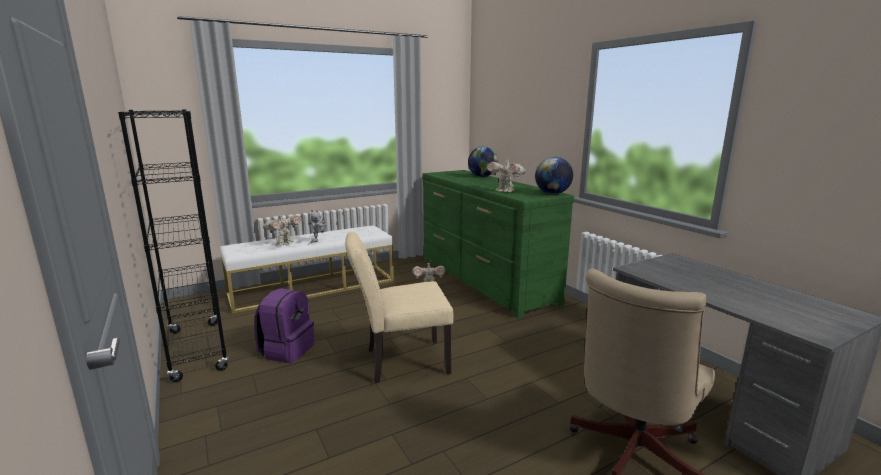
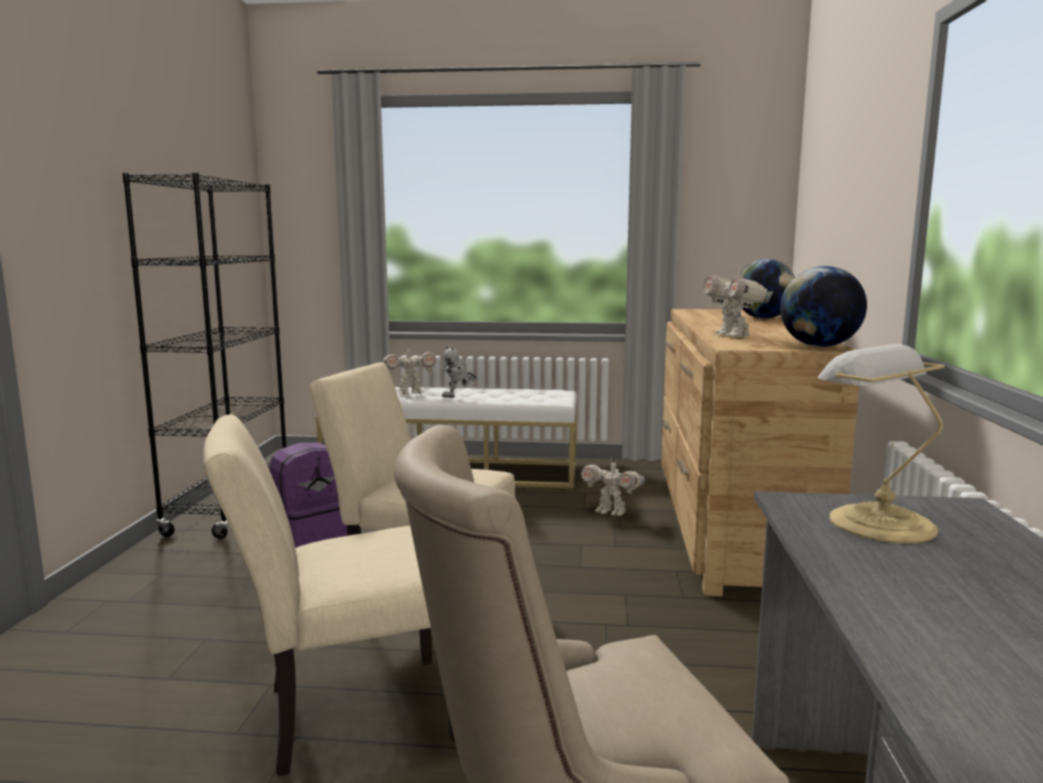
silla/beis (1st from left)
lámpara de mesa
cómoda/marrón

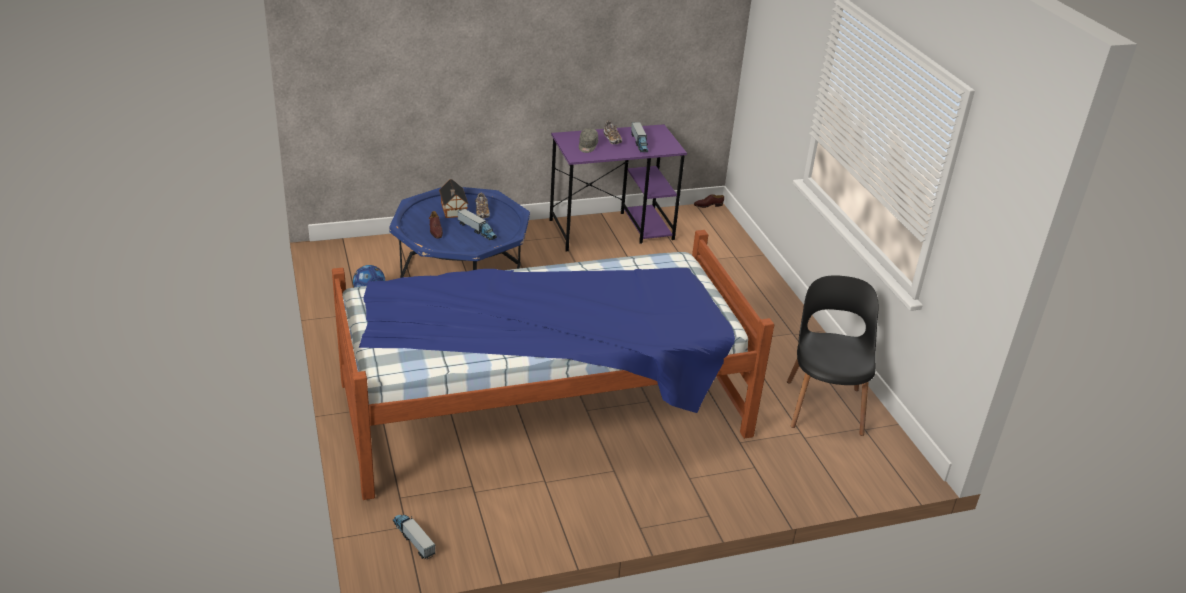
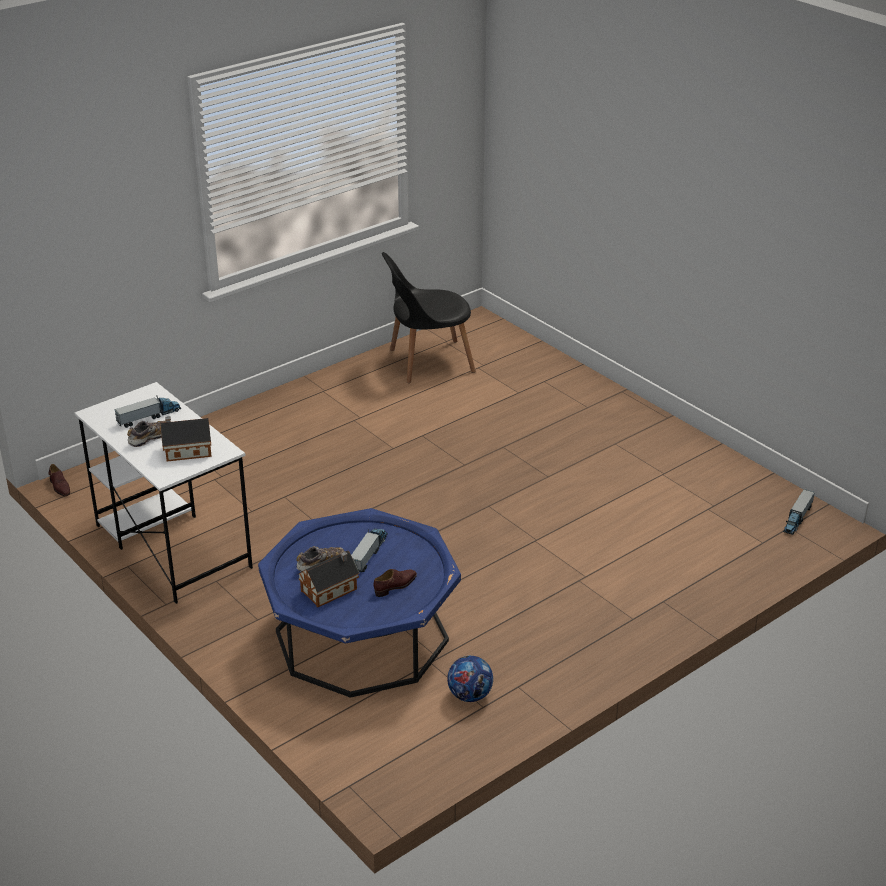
cama
casita (1st from left)
escritorio/blanco

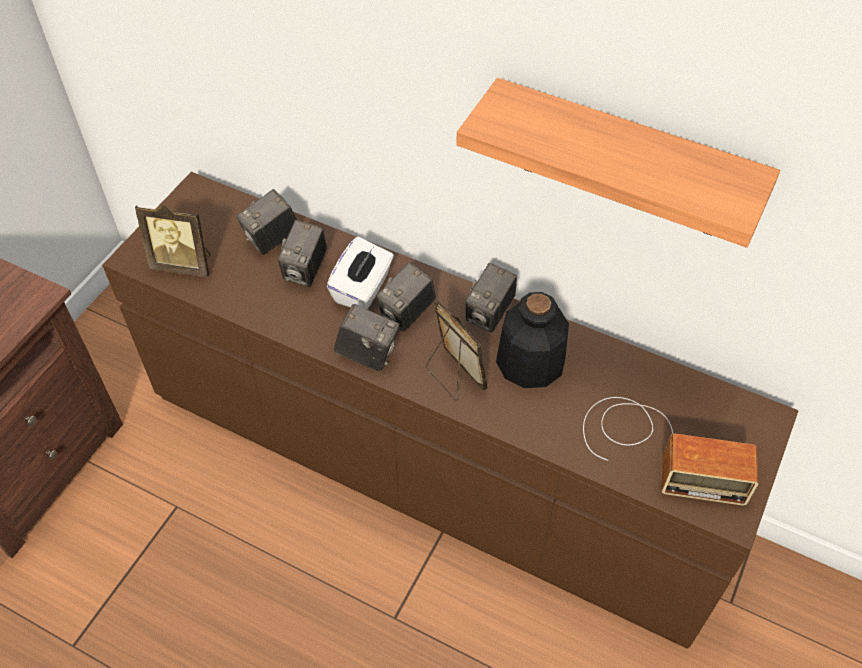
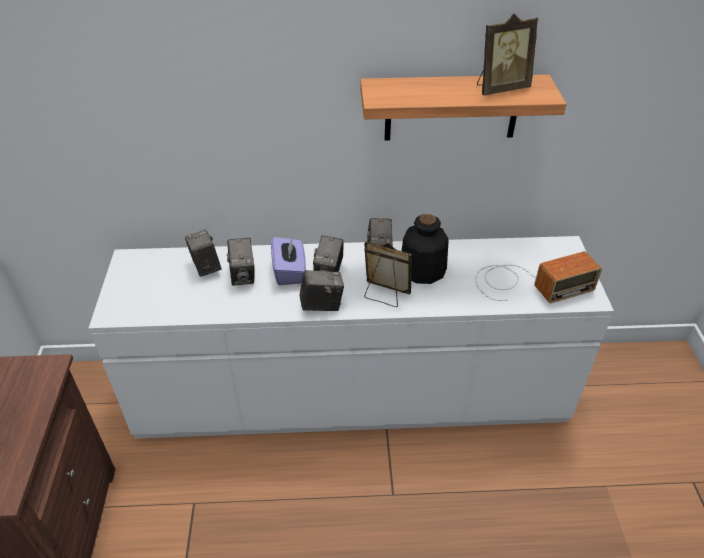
portarretratos (2nd from left)
cómoda/blanco
caja de pañuelos/morado
cámara (1st from left)

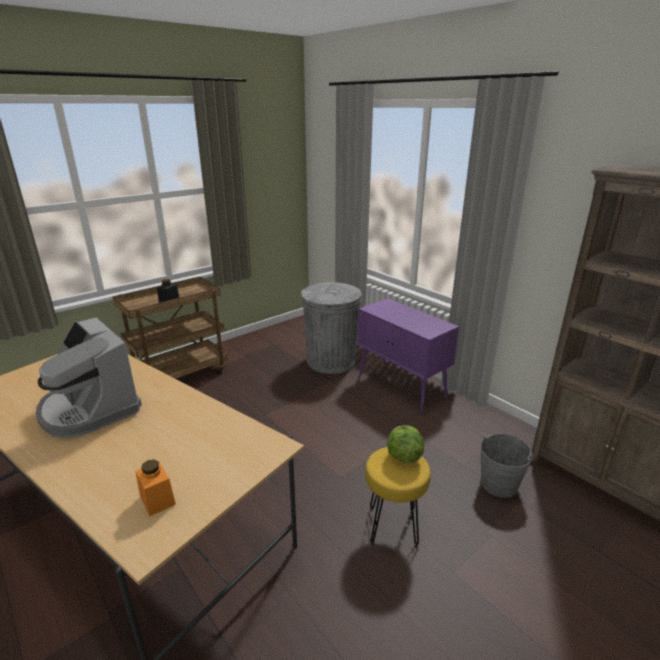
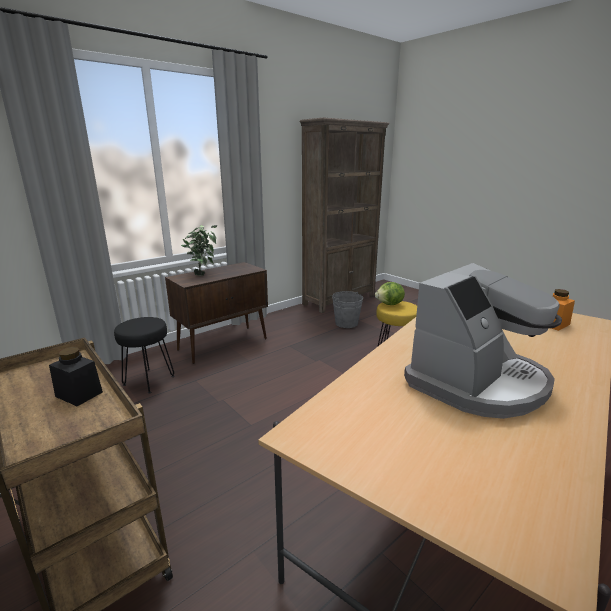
planta en maceta
taburete/negro
armario/marrón

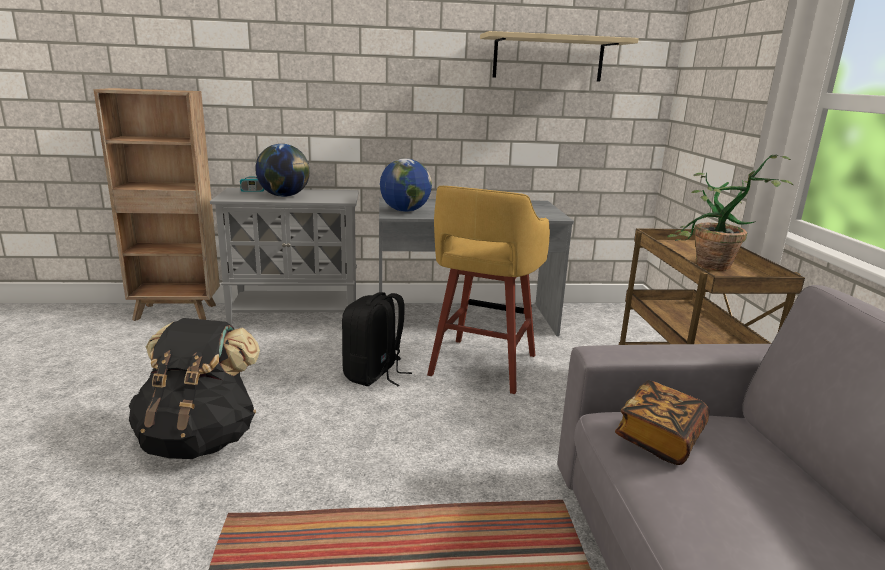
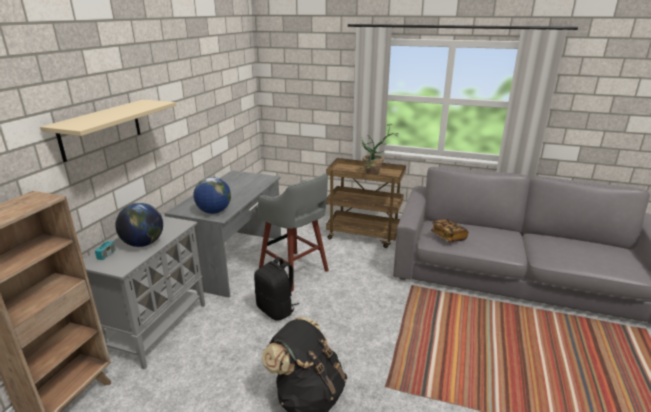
estante/beis
taburete/gris

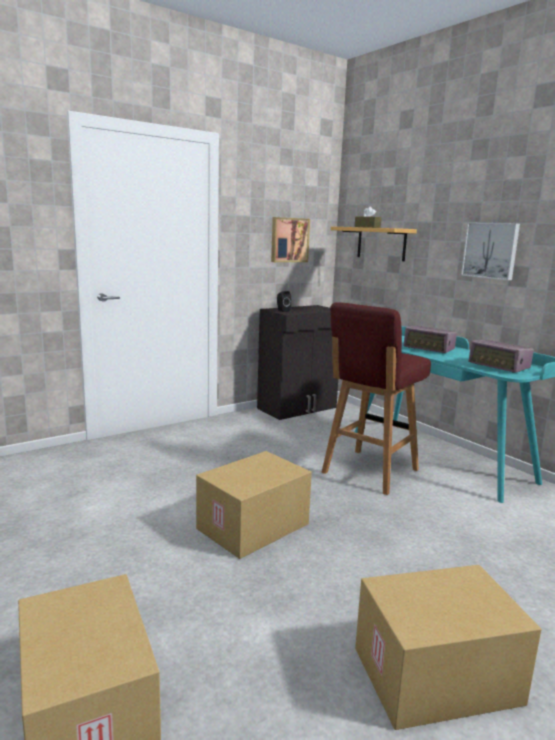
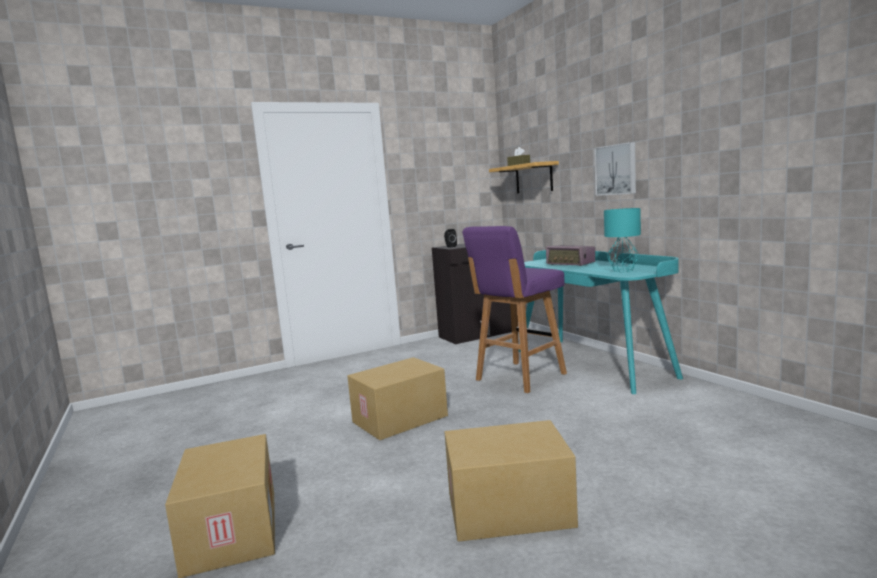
cuadro (1st from left in the first image)
lámpara de mesa/turquesa
taburete/morado

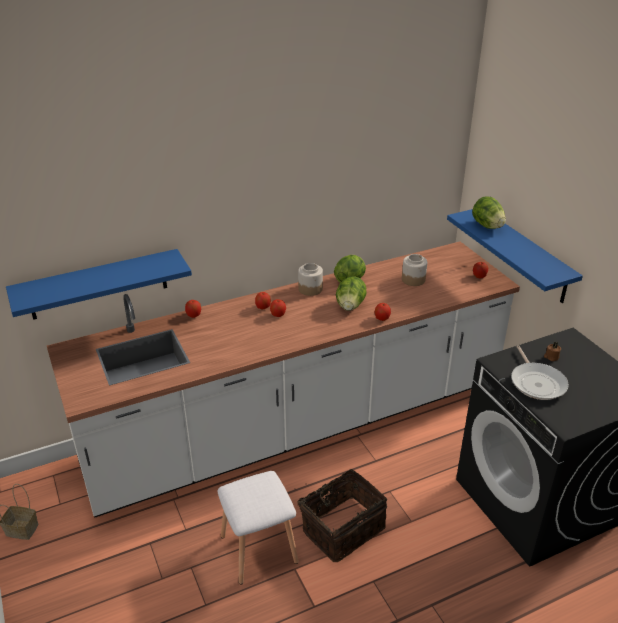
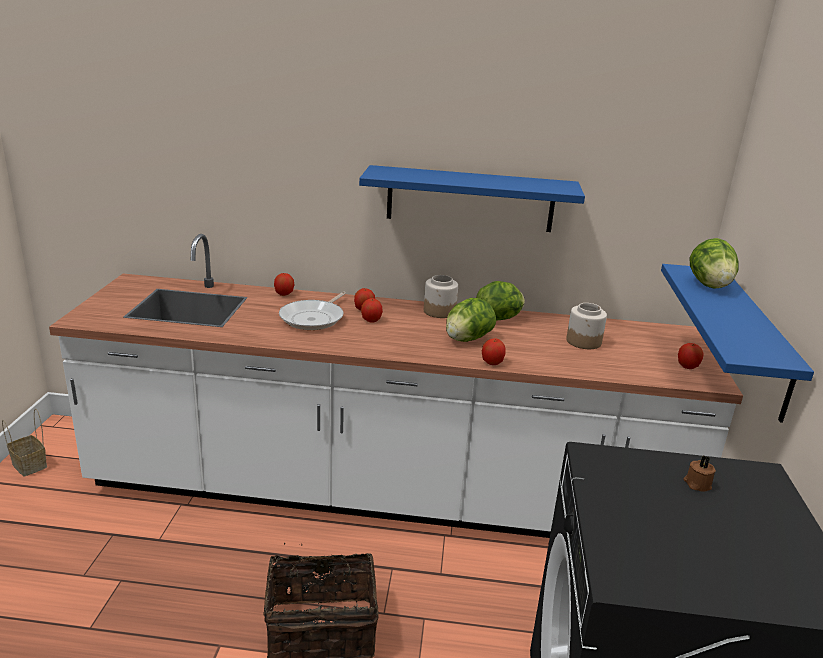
taburete/blanco
estante/azul (1st from left)
sartén

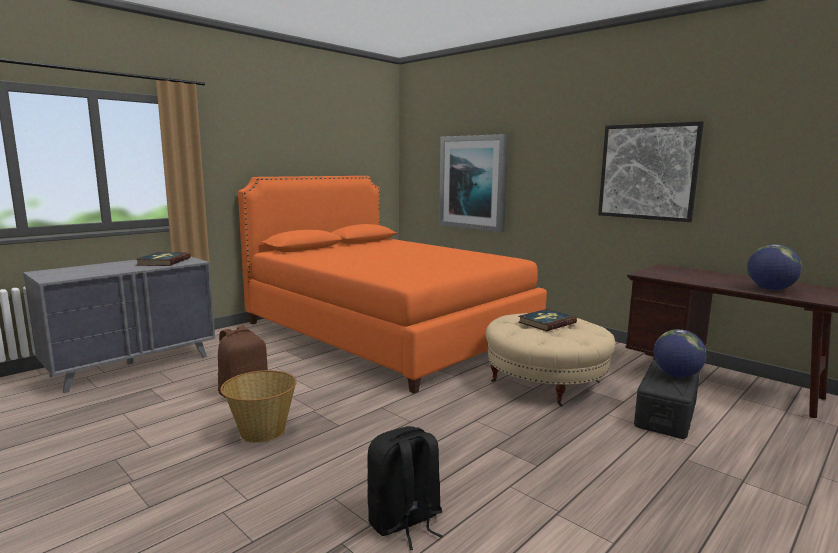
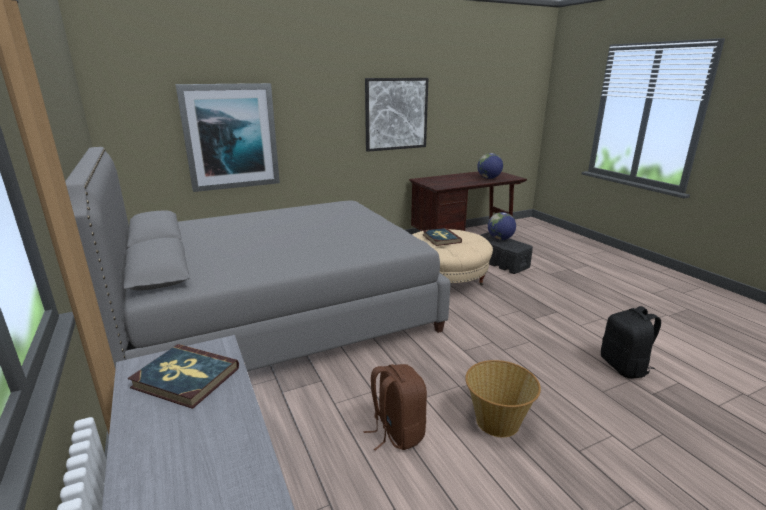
cama/gris

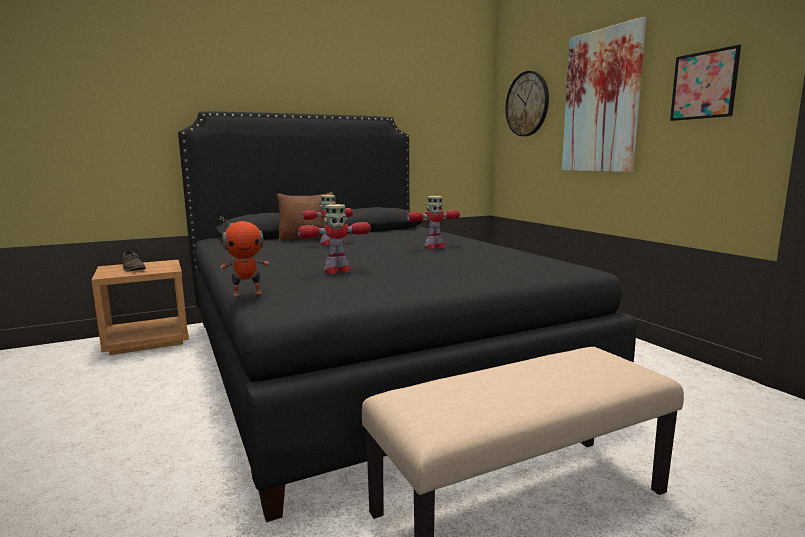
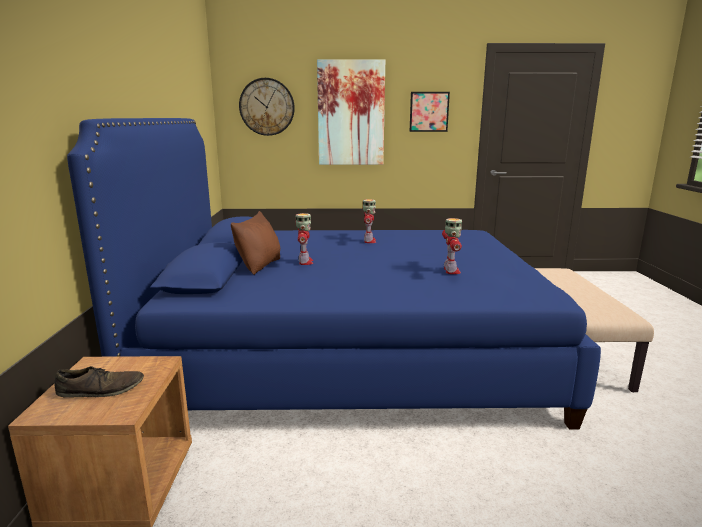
robot de juguete (1st from left in the first image)
cama/azul

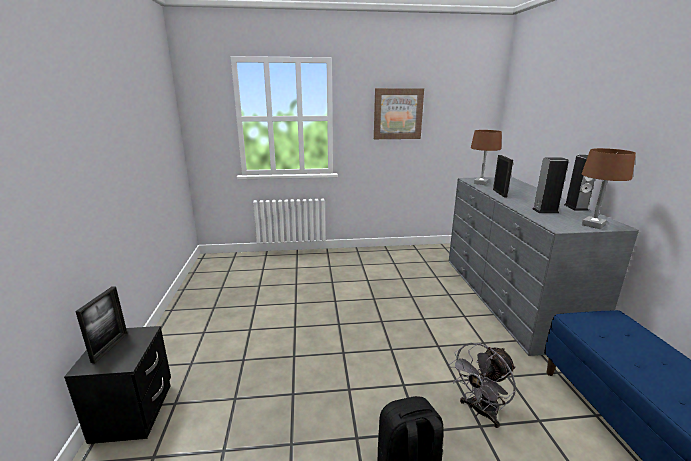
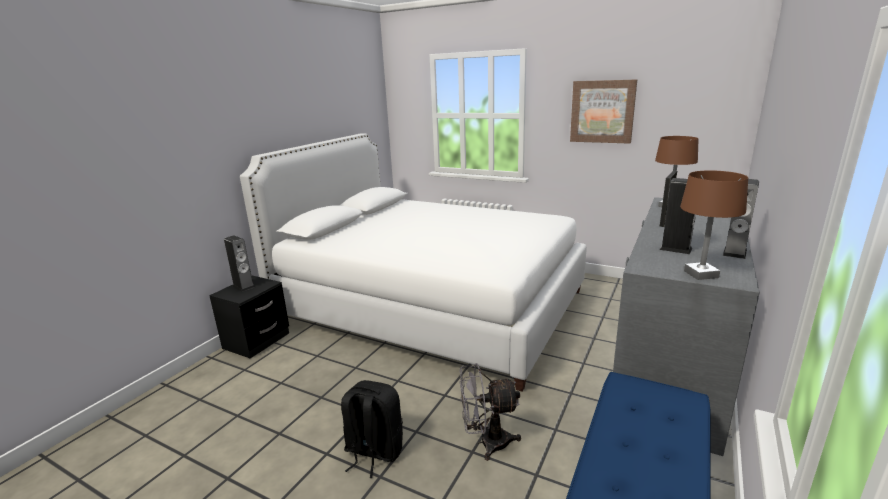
cama/blanco
altavoz (1st from left)

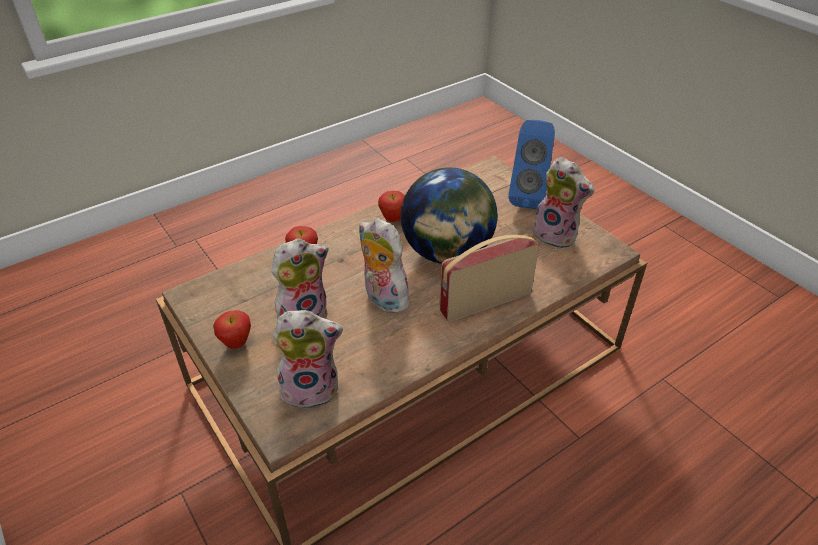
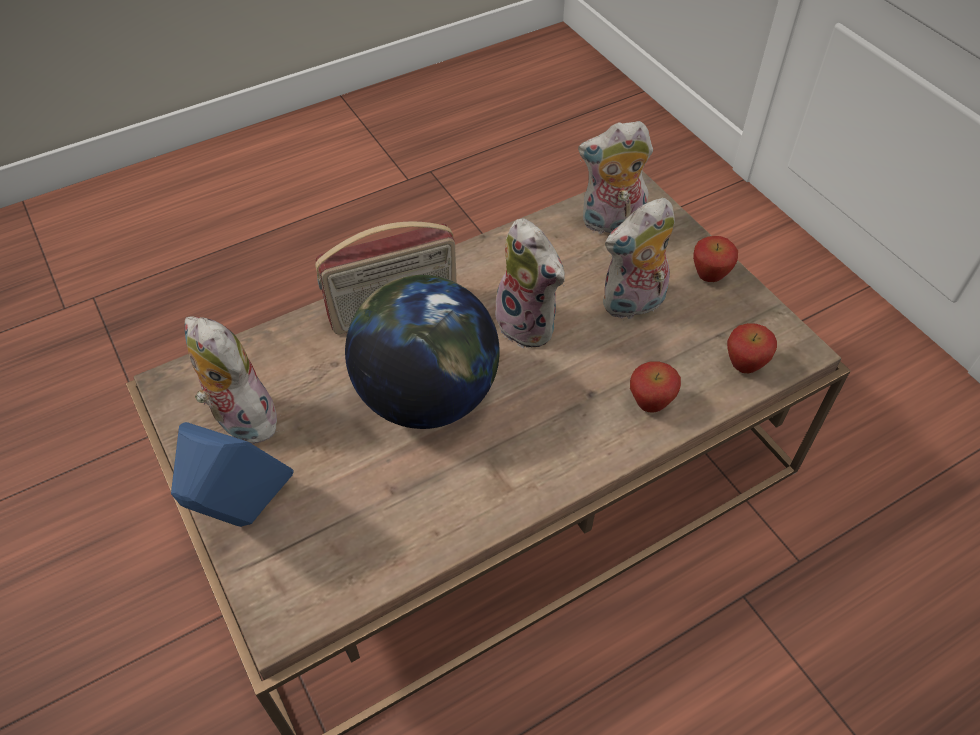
manzana (3rd from left)

